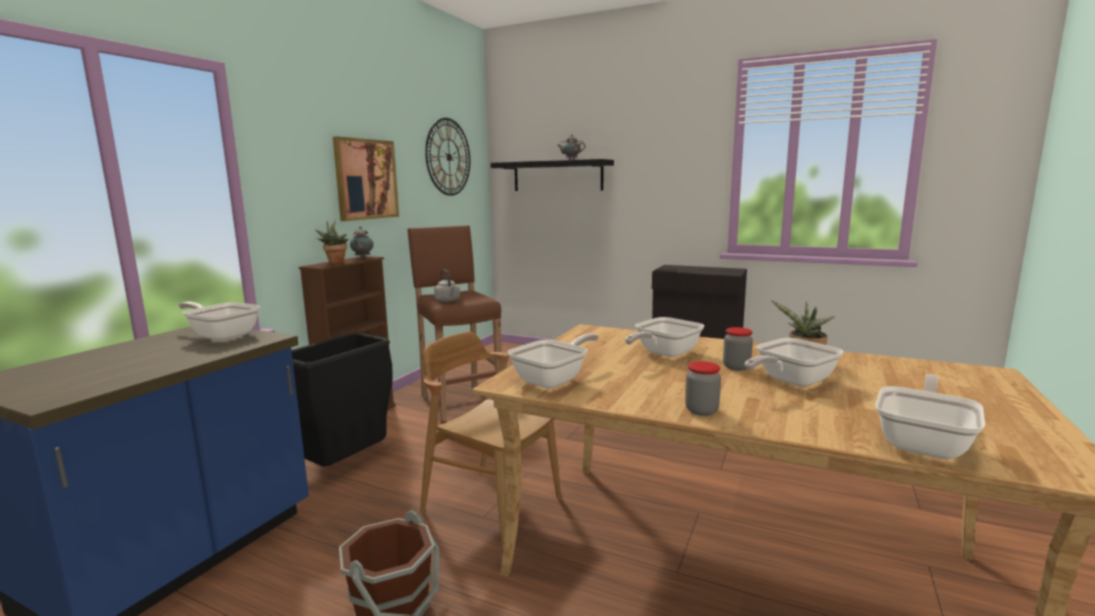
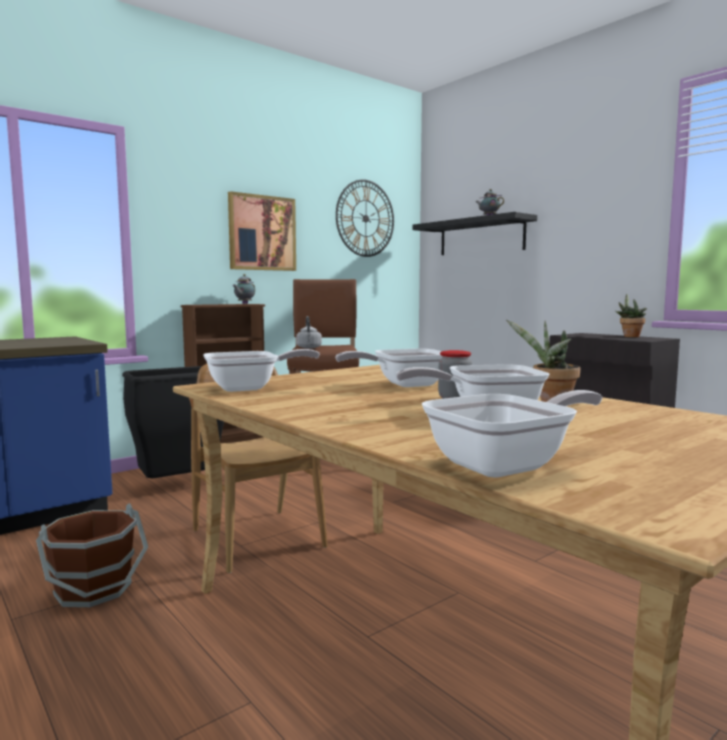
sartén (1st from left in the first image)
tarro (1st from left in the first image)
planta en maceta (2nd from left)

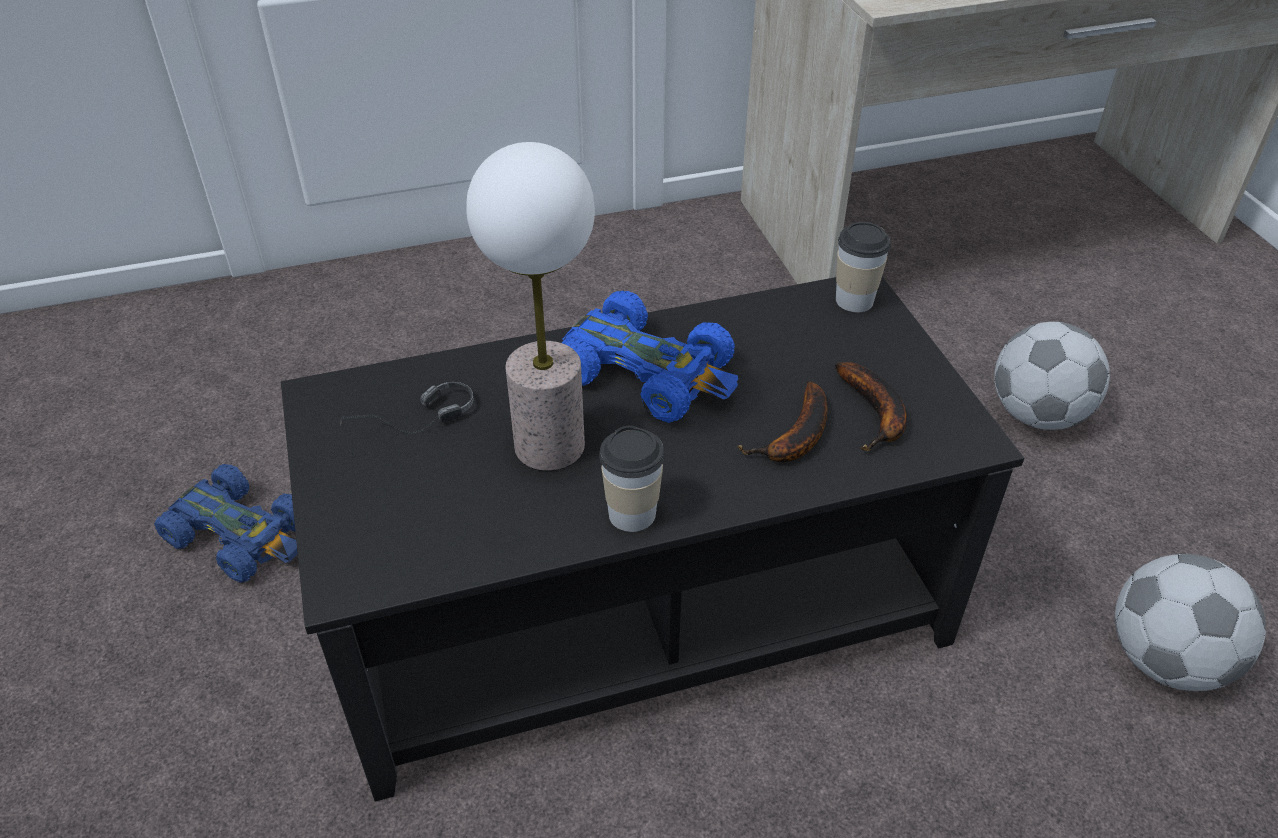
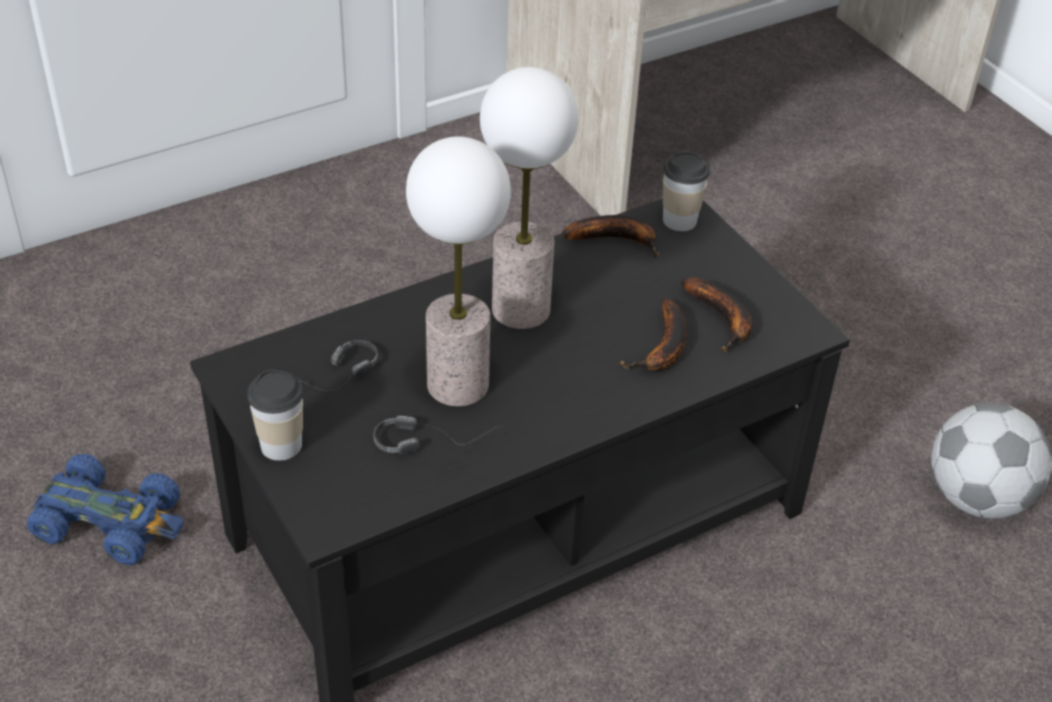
balón de fútbol (1st from left in the first image)
auriculares (2nd from left)
plátano (1st from left)
taza (1st from left)
lámpara de mesa (2nd from left)

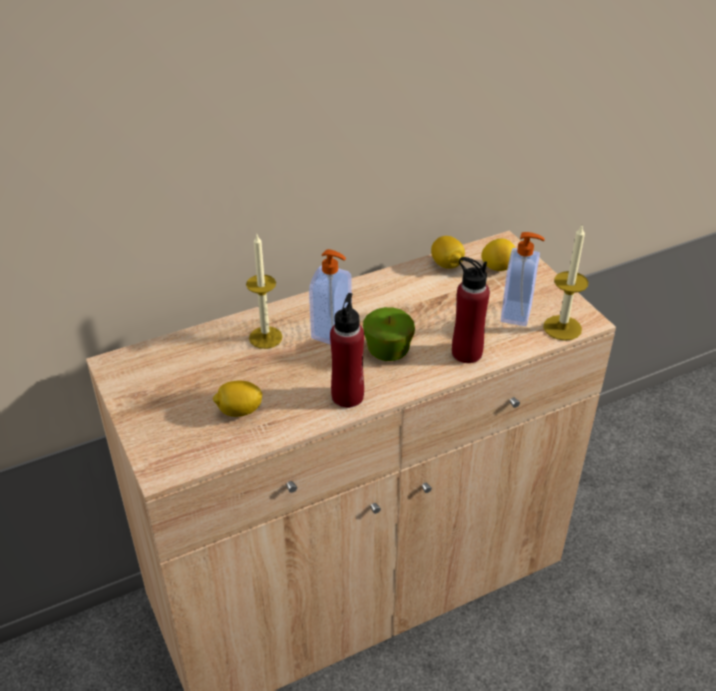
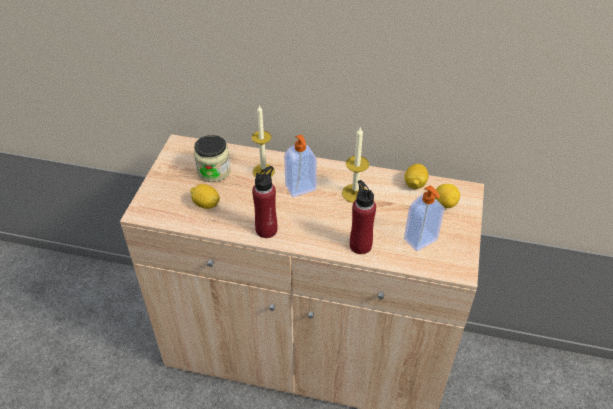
manzana
tarro
vela (2nd from left)

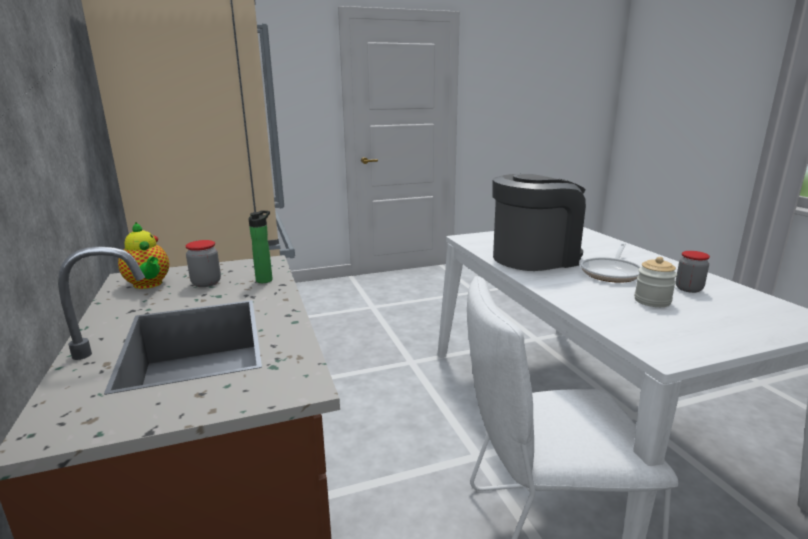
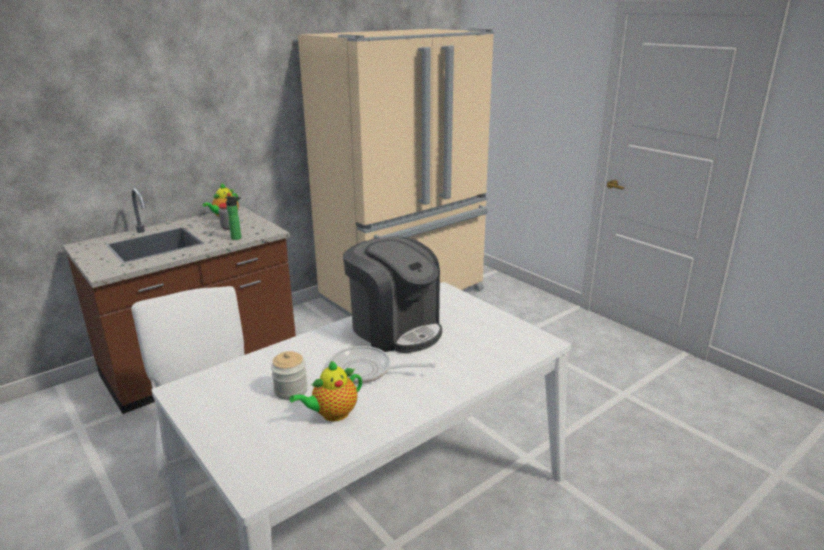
tetera (2nd from left)

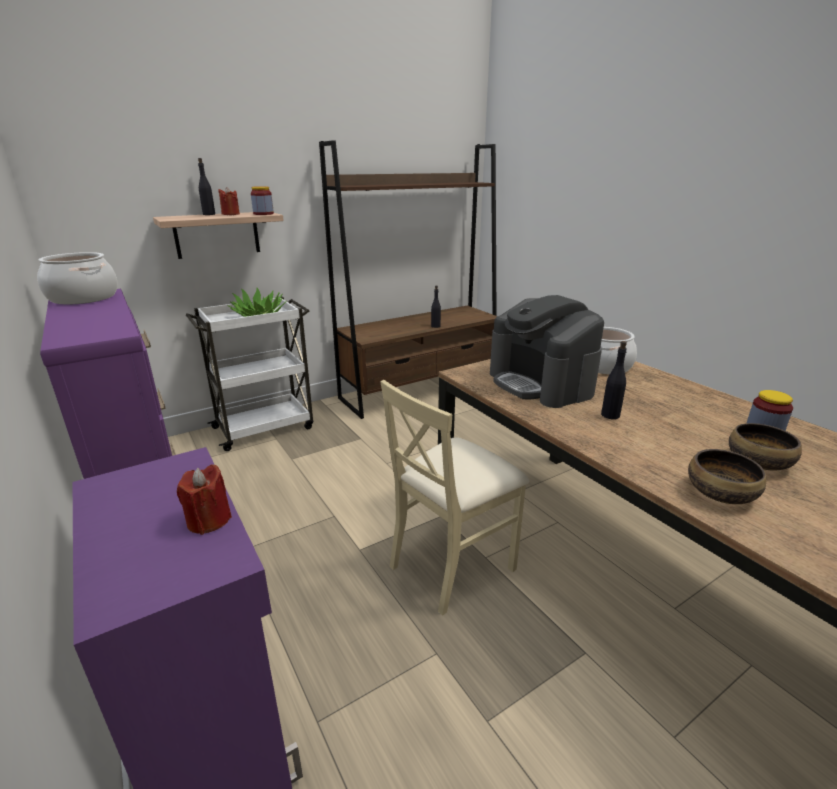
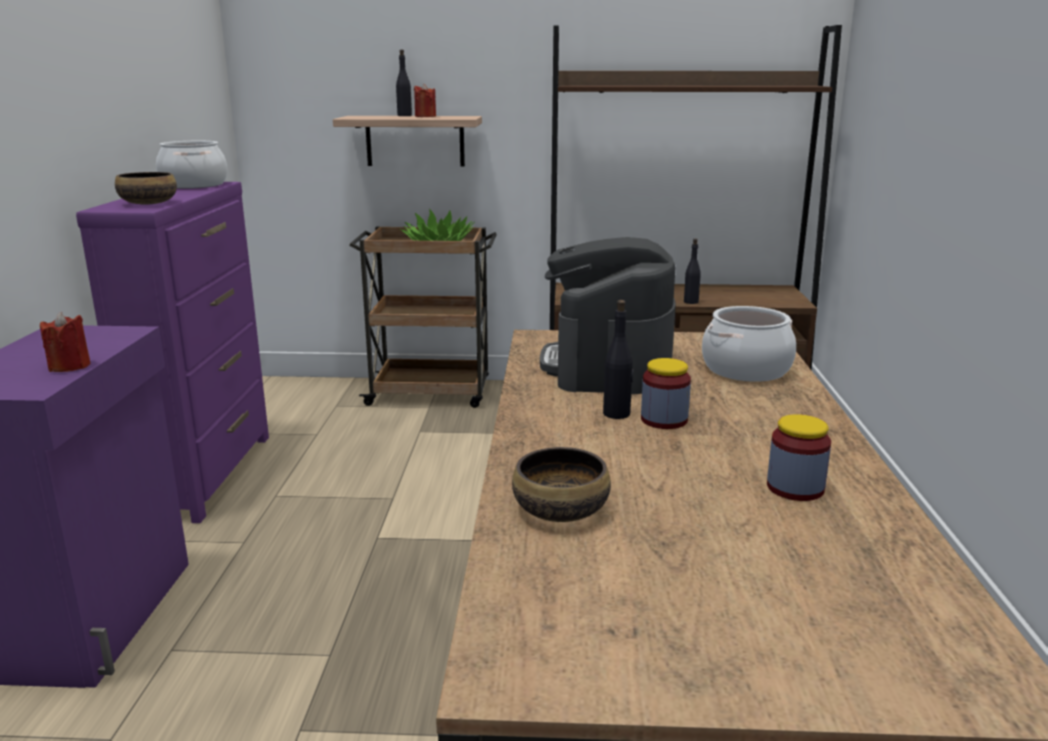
silla/beis
tarro (1st from left)
cuenco (1st from left)
carrito/marrón

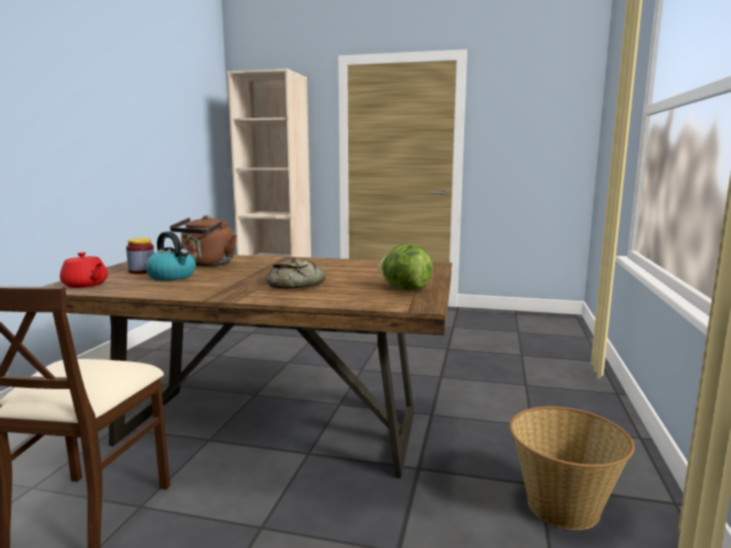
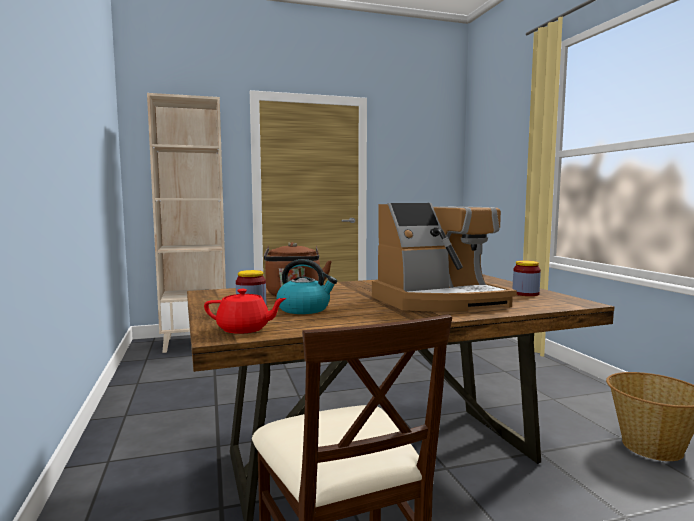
cafetera
tarro (2nd from left)

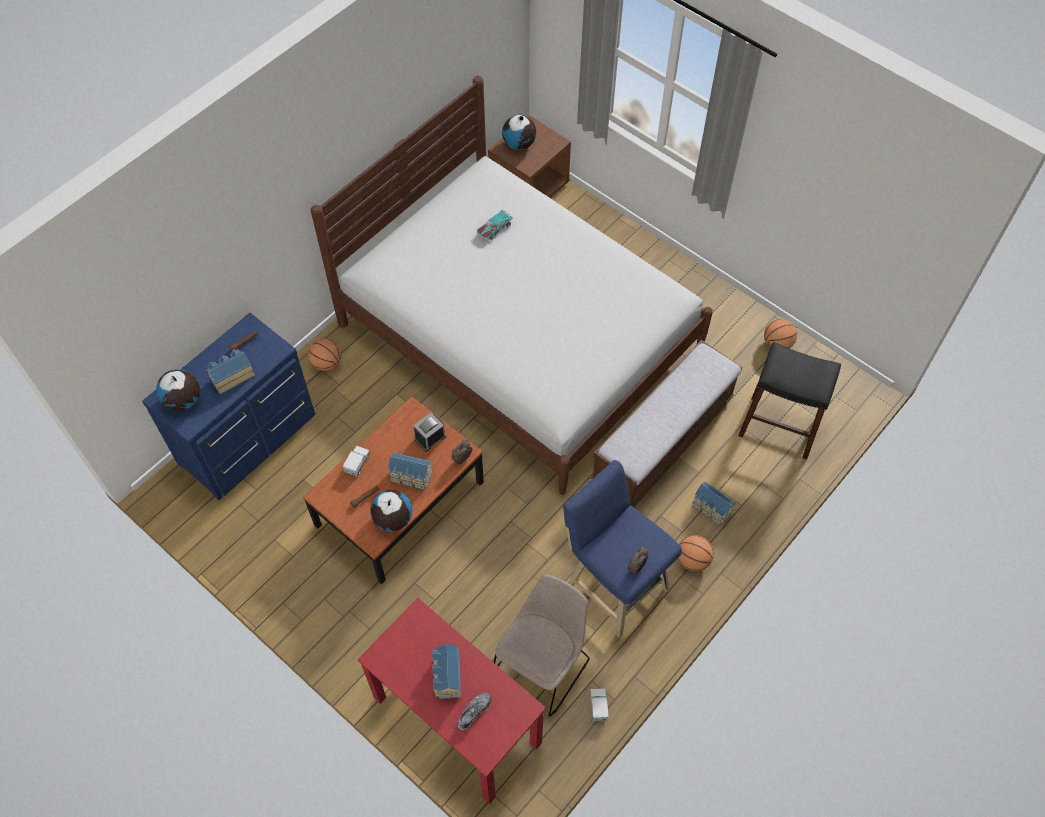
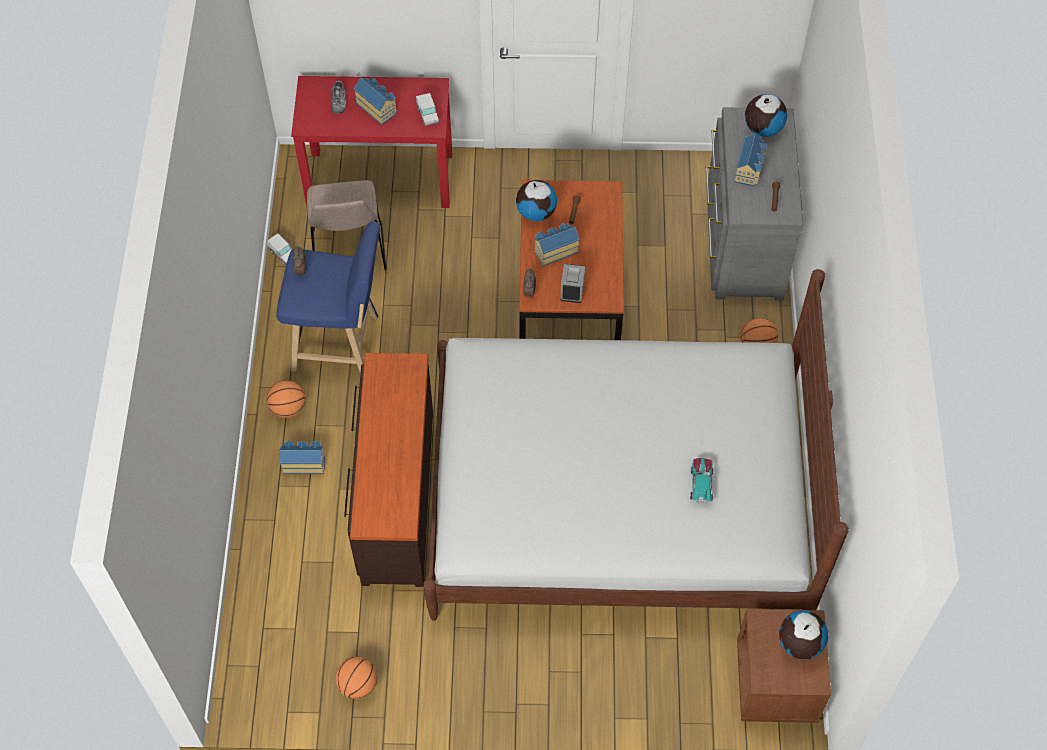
taburete/negro
camión de juguete (2nd from left)
cómoda/marrón
cómoda/gris

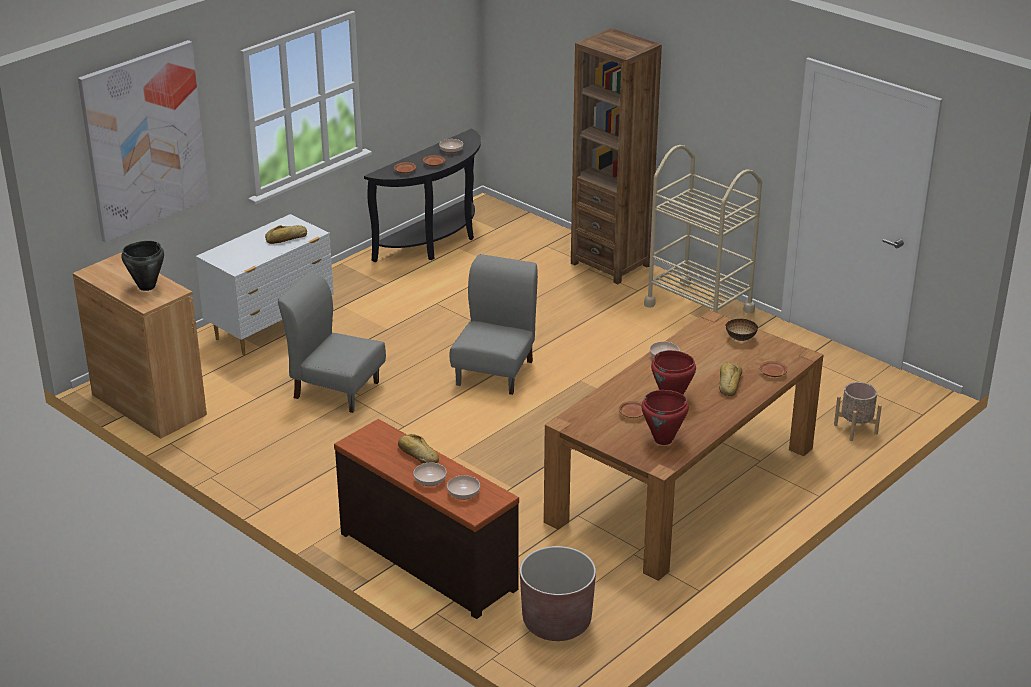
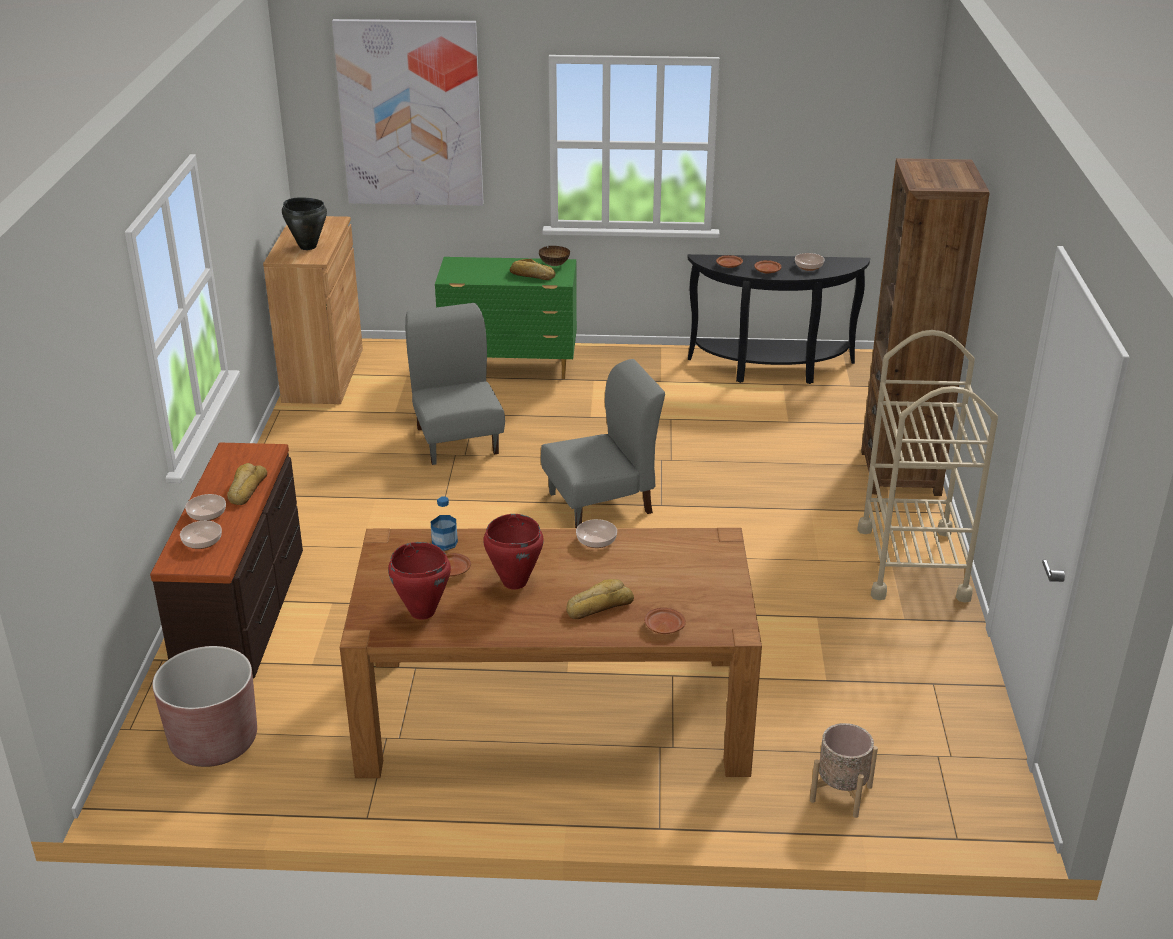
botella
cuenco (3rd from left)
cómoda/verde

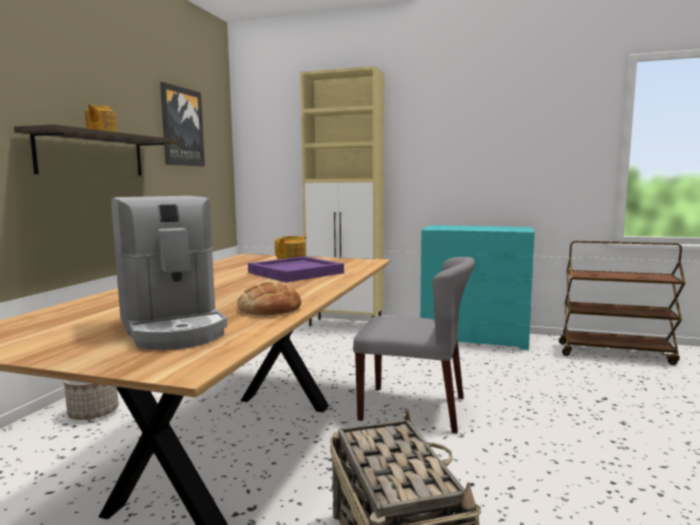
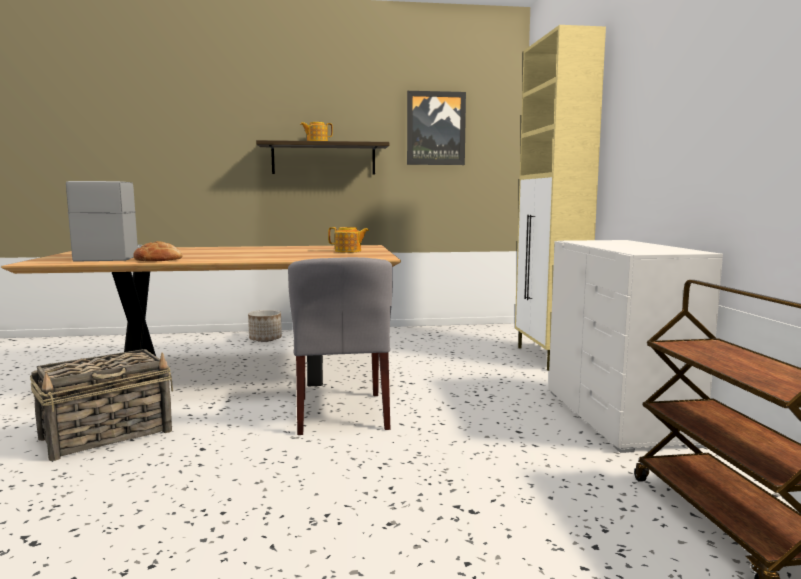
bandeja/morado
cómoda/blanco
cafetera

